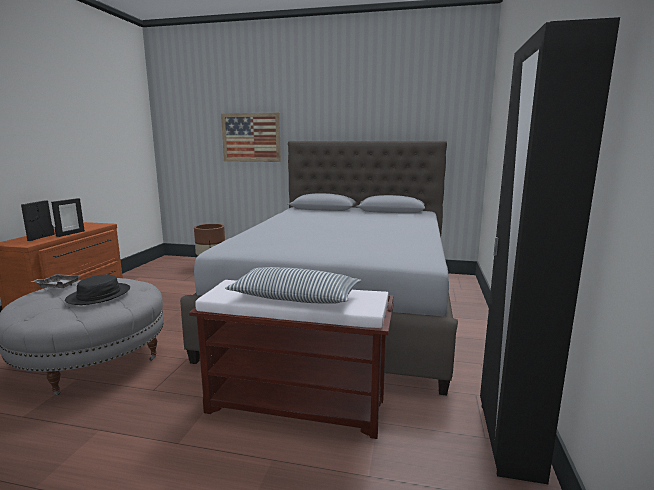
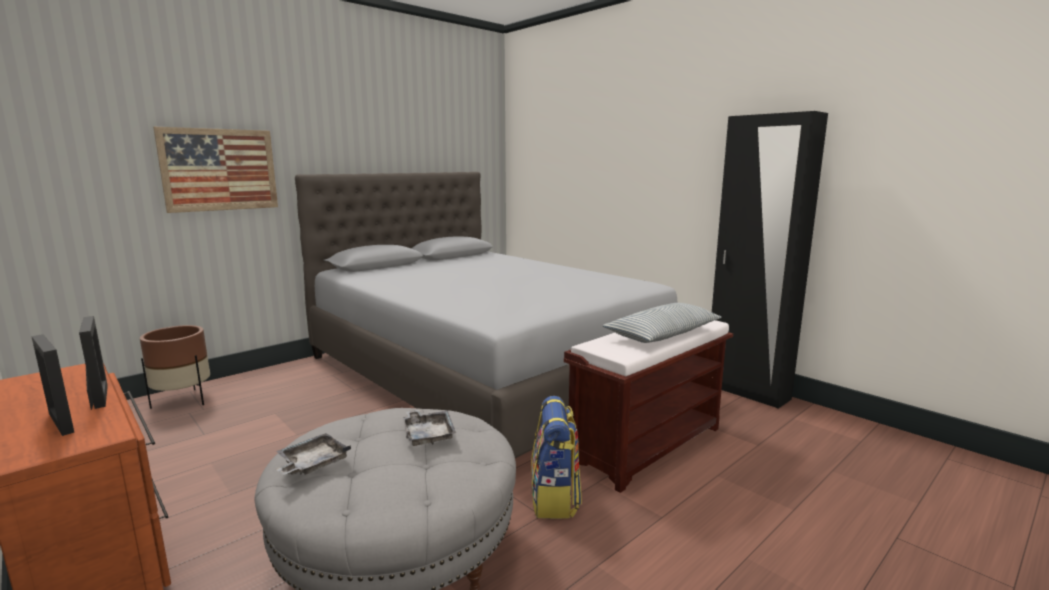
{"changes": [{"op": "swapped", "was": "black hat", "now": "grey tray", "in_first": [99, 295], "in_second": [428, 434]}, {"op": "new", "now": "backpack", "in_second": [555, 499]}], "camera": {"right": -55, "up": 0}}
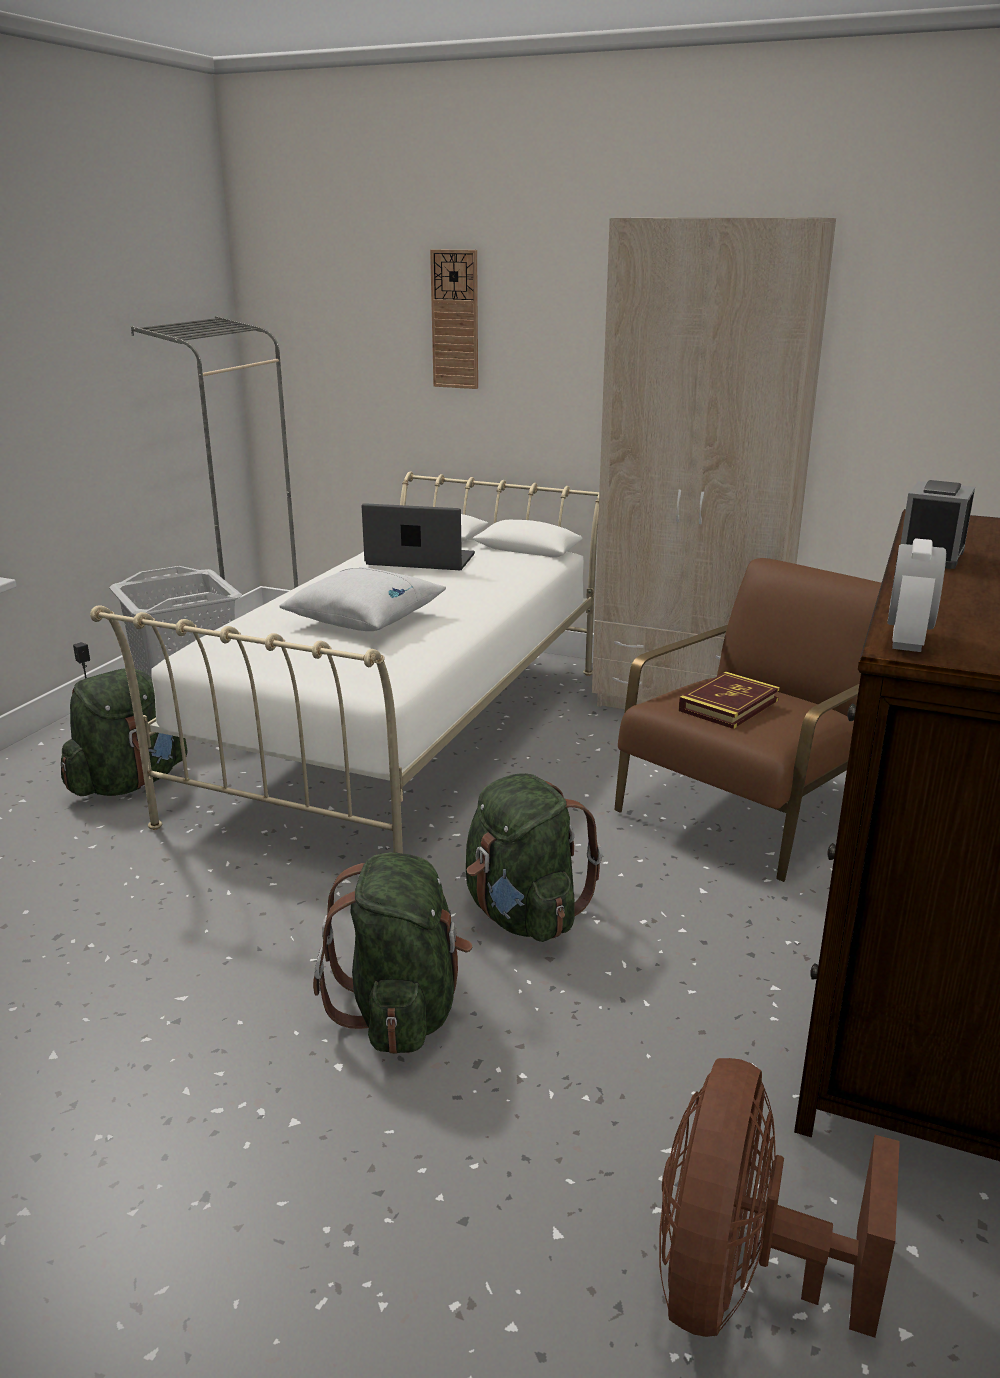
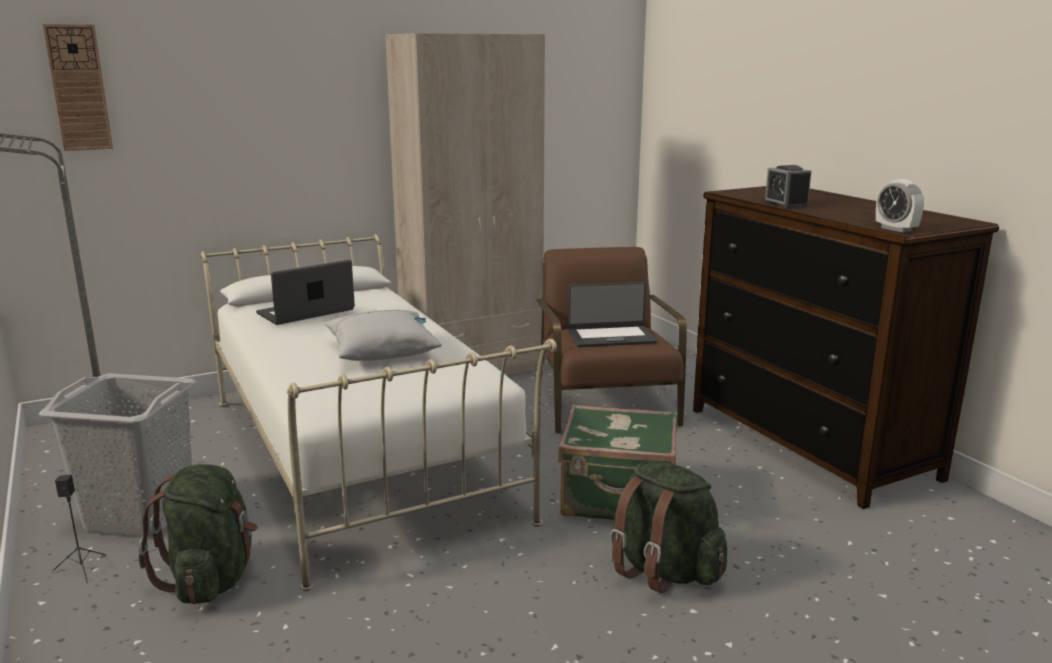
{"changes": [{"op": "shifted", "was": "wall clock", "in_first": [455, 320], "in_second": [79, 88]}, {"op": "swapped", "was": "green backpack", "now": "green suitcase", "in_first": [523, 915], "in_second": [619, 500]}, {"op": "gone", "was": "brown fan", "in_first": [742, 1282]}, {"op": "swapped", "was": "book", "now": "laptop", "in_first": [728, 705], "in_second": [611, 337]}], "camera": {"right": -50, "up": -5}}
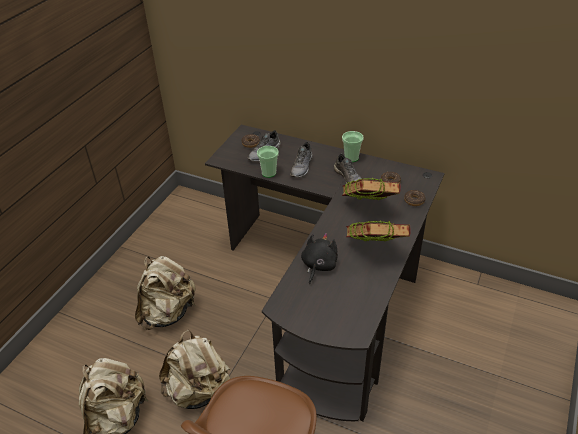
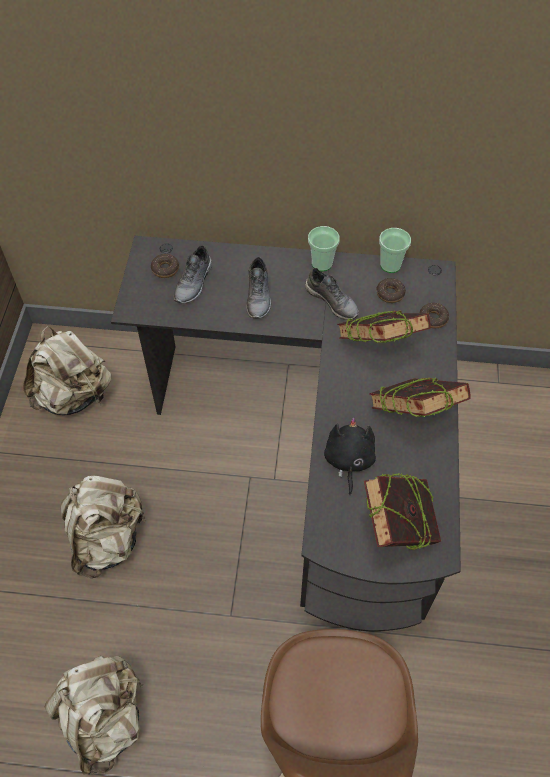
{"changes": [{"op": "shifted", "was": "beige backpack", "in_first": [199, 391], "in_second": [74, 395]}, {"op": "shifted", "was": "cup", "in_first": [269, 173], "in_second": [390, 265]}, {"op": "new", "now": "book", "in_second": [397, 529]}], "camera": {"right": -20, "up": 15}}
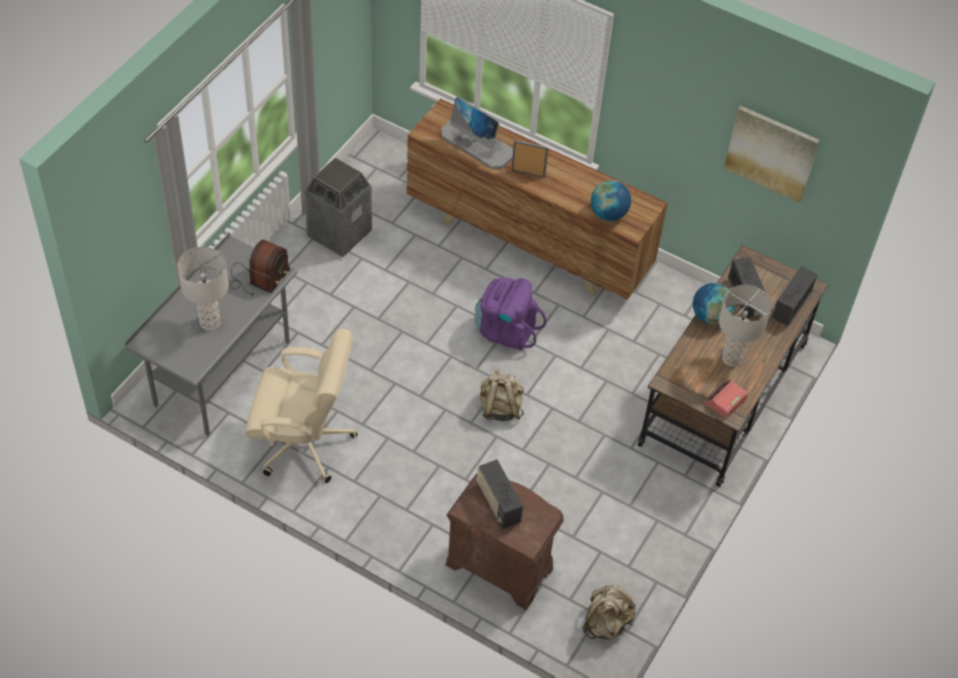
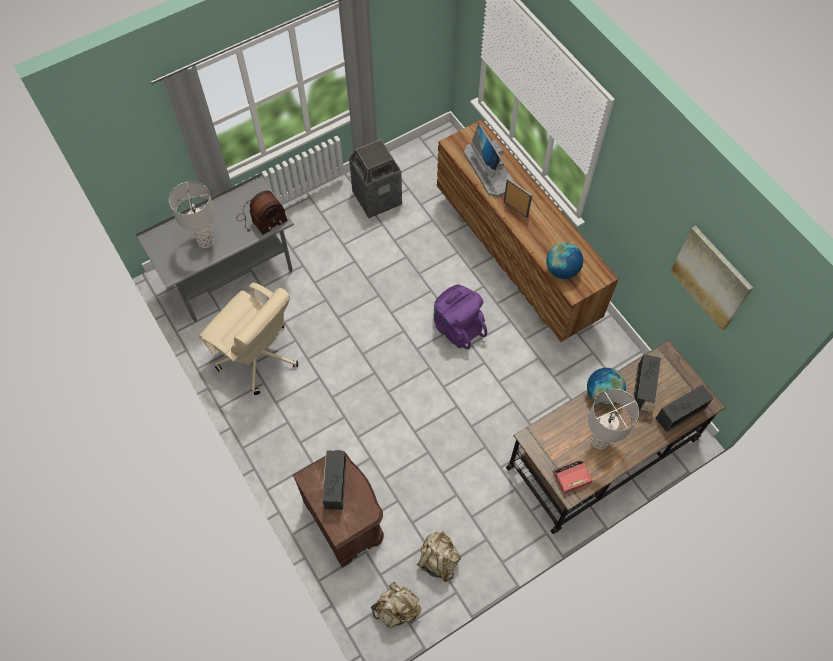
{"changes": [{"op": "shifted", "was": "beige backpack", "in_first": [500, 408], "in_second": [438, 560]}], "camera": {"right": 30, "up": 10}}
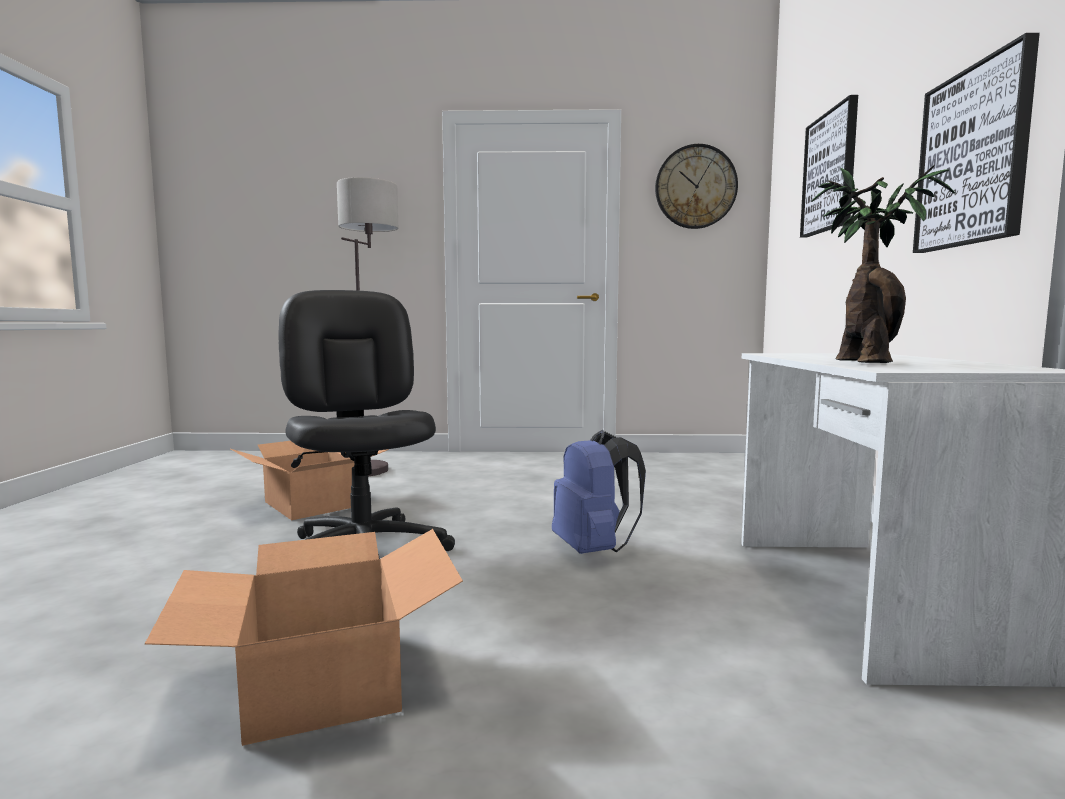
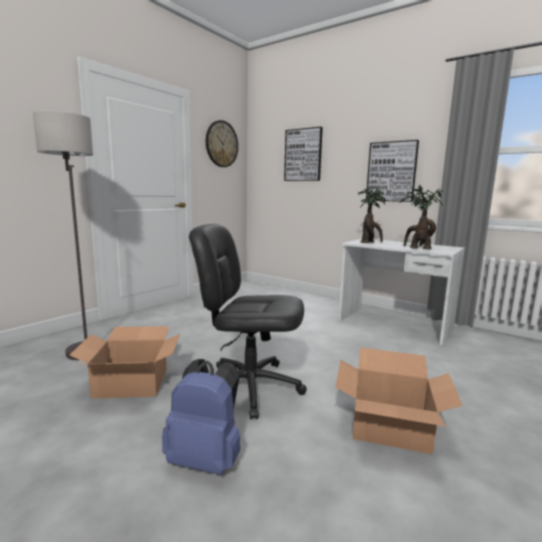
{"changes": [{"op": "shifted", "was": "blue backpack", "in_first": [594, 550], "in_second": [206, 459]}, {"op": "new", "now": "potted plant", "in_second": [369, 242]}], "camera": {"right": -55, "up": 5}}
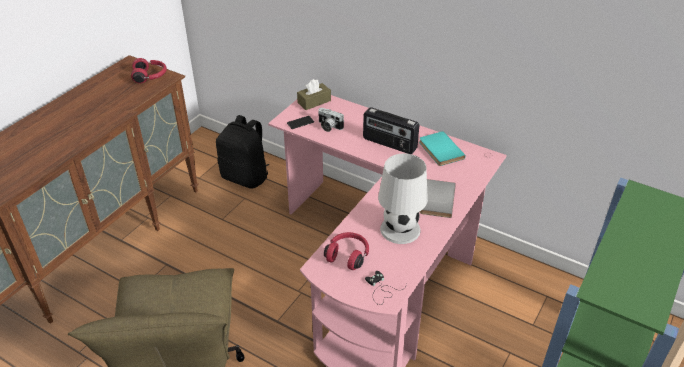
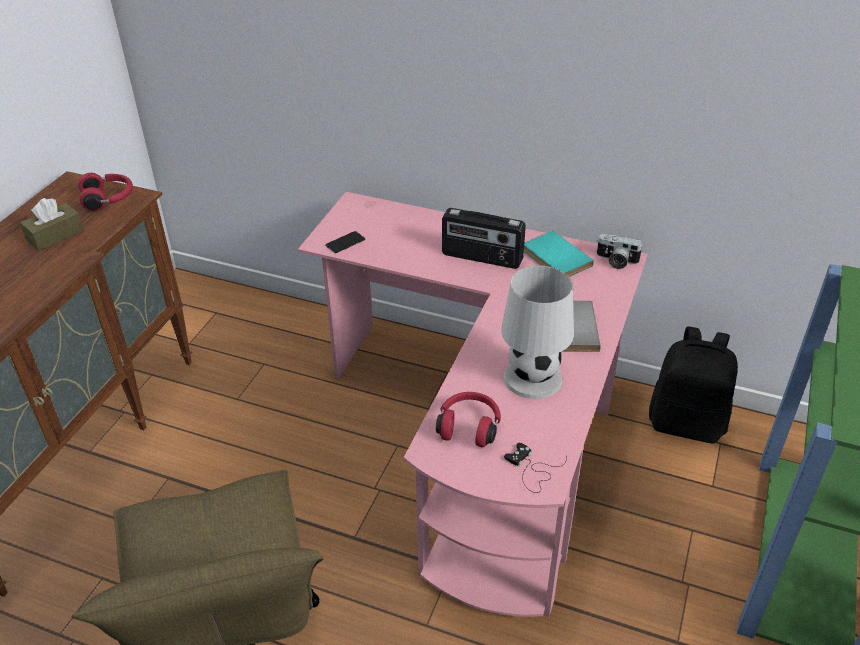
{"changes": [{"op": "shifted", "was": "black backpack", "in_first": [246, 177], "in_second": [687, 423]}, {"op": "shifted", "was": "brown tissue box", "in_first": [314, 102], "in_second": [55, 235]}, {"op": "shifted", "was": "photo camera", "in_first": [329, 126], "in_second": [616, 261]}], "camera": {"right": -10, "up": 0}}
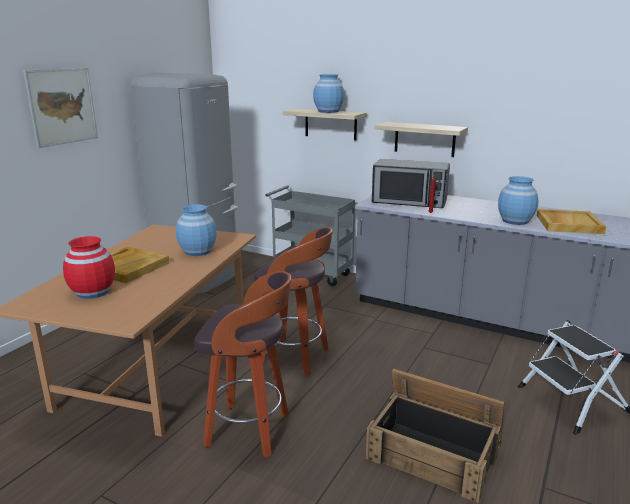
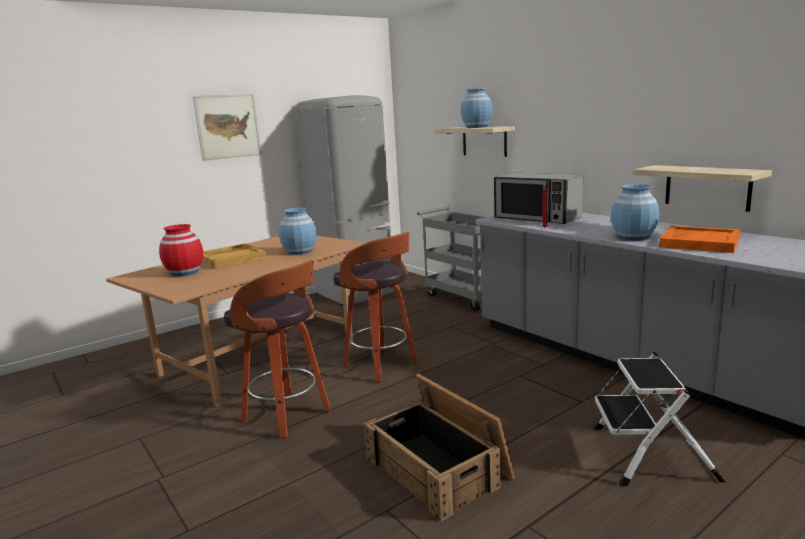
{"changes": [{"op": "shifted", "was": "shelf", "in_first": [424, 139], "in_second": [707, 187]}, {"op": "repainted", "was": "beige tray", "now": "orange tray", "in_first": [568, 224], "in_second": [699, 242]}], "camera": {"right": 25, "up": -5}}
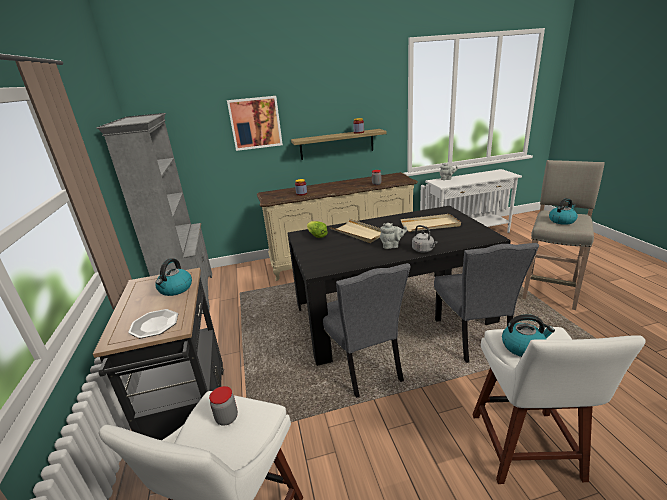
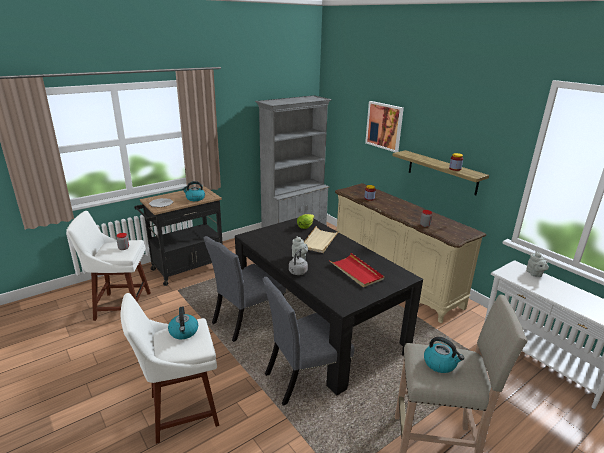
{"changes": [{"op": "repainted", "was": "beige tray", "now": "red tray", "in_first": [430, 225], "in_second": [356, 272]}], "camera": {"right": 65, "up": 0}}
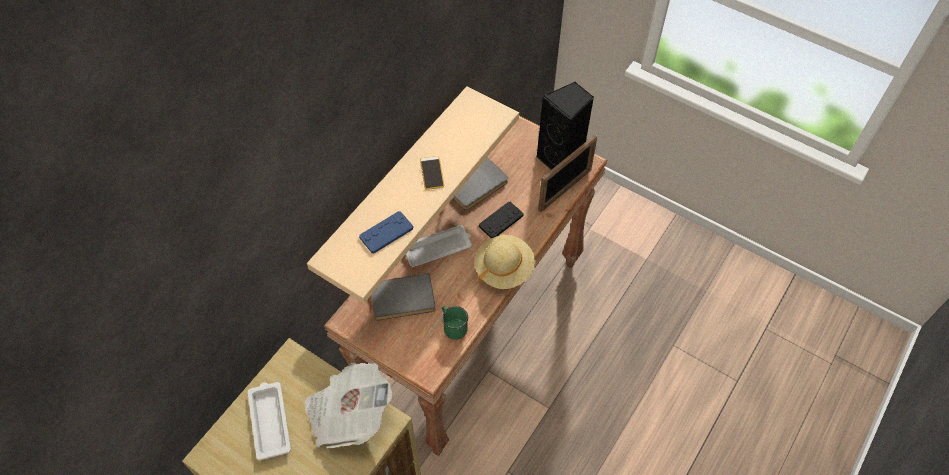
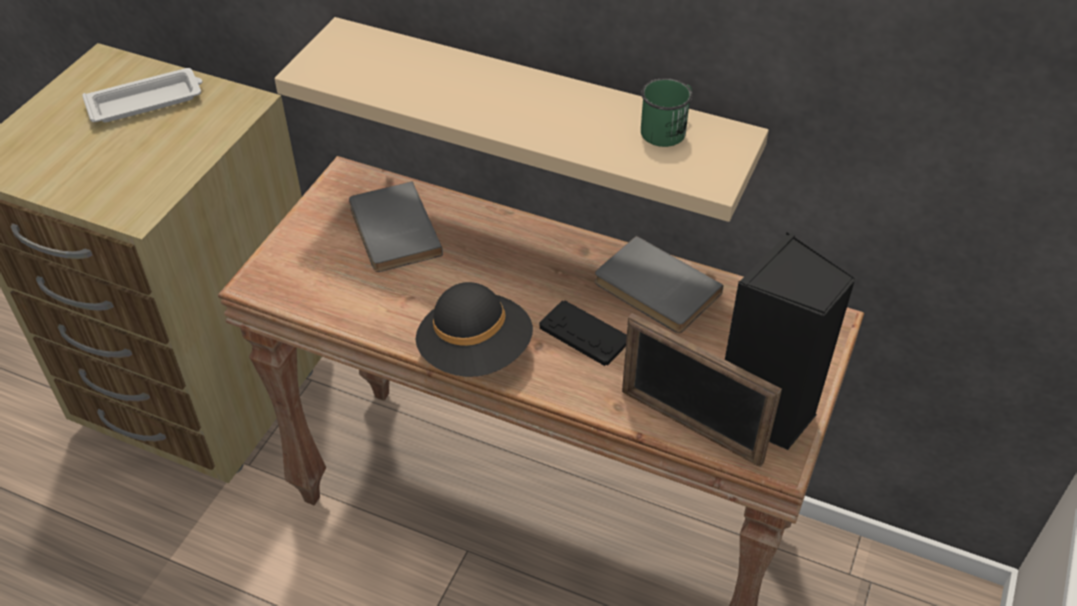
{"changes": [{"op": "gone", "was": "newspaper", "in_first": [348, 414]}, {"op": "gone", "was": "blue game controller", "in_first": [386, 233]}, {"op": "gone", "was": "white tray", "in_first": [438, 248]}, {"op": "gone", "was": "phone", "in_first": [432, 173]}, {"op": "shifted", "was": "green mug", "in_first": [453, 326], "in_second": [667, 129]}, {"op": "repainted", "was": "beige hat", "now": "black hat", "in_first": [504, 269], "in_second": [475, 352]}], "camera": {"right": 80, "up": -10}}
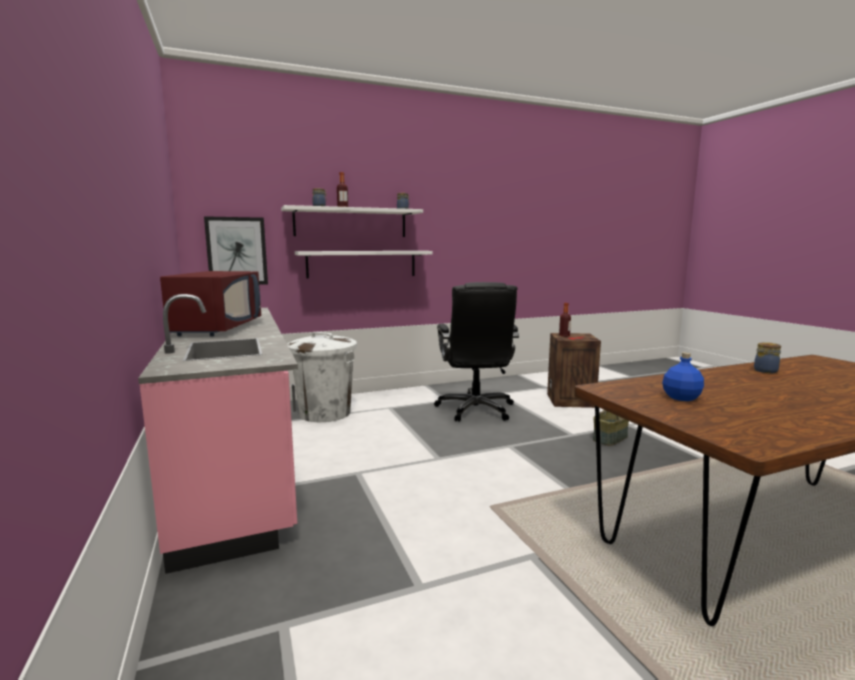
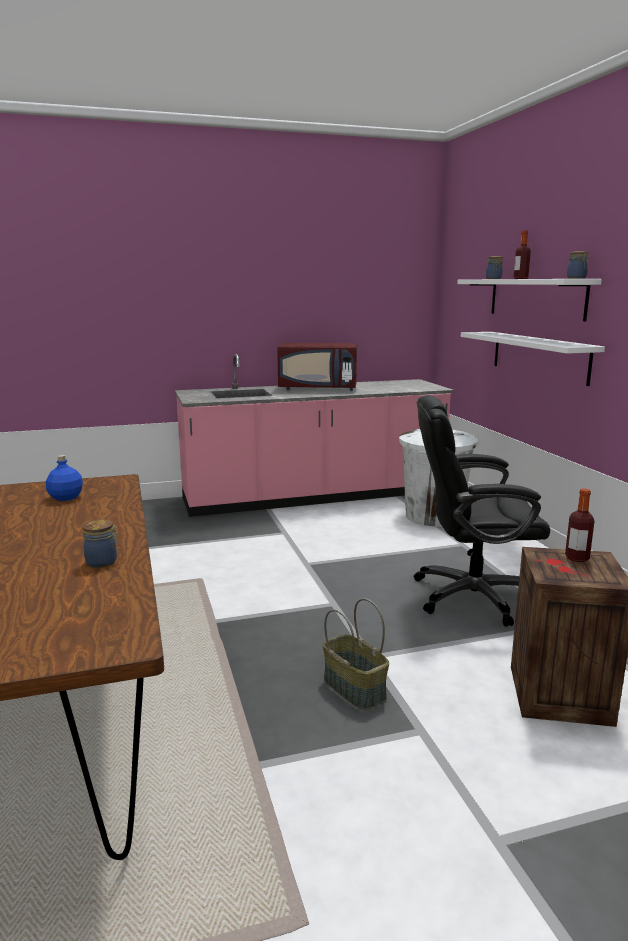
{"changes": [{"op": "gone", "was": "picture", "in_first": [237, 251]}], "camera": {"right": 95, "up": 5}}
